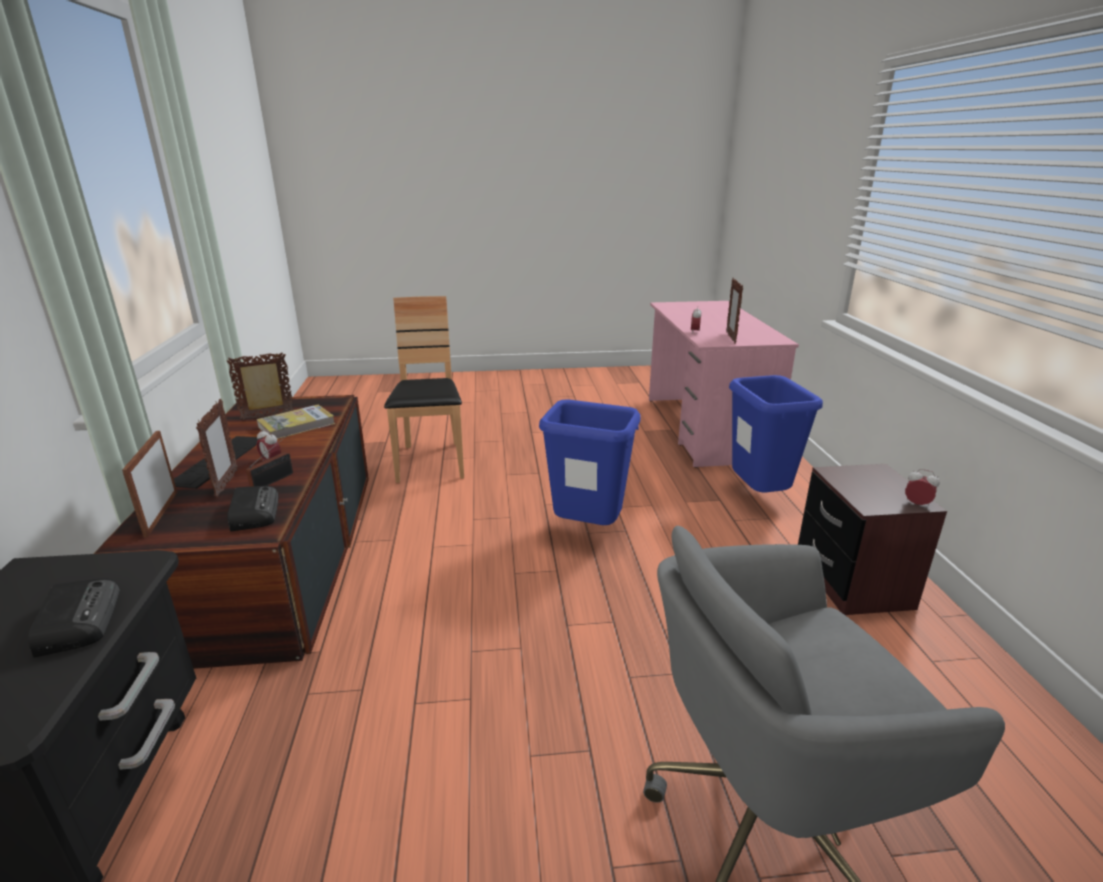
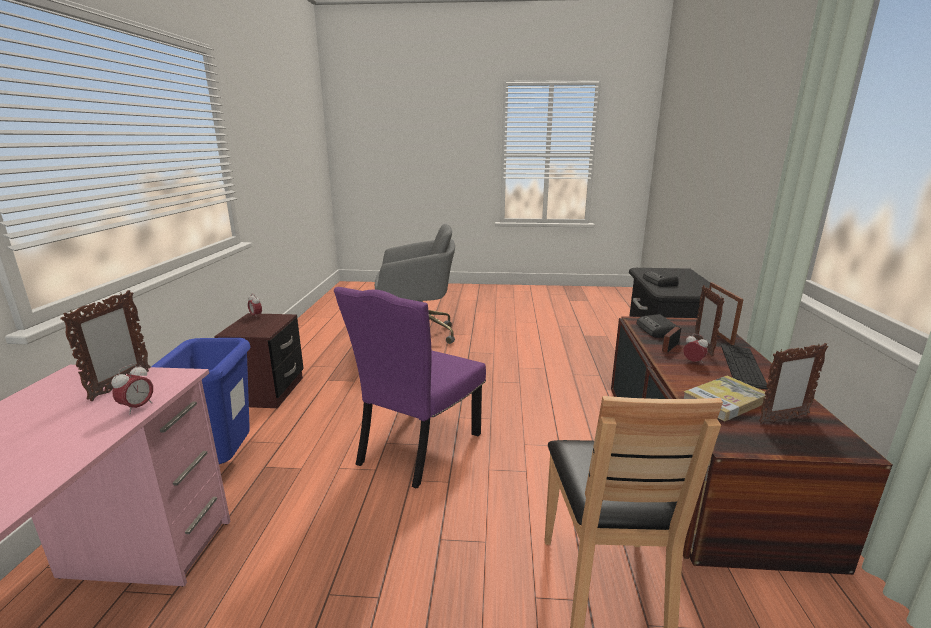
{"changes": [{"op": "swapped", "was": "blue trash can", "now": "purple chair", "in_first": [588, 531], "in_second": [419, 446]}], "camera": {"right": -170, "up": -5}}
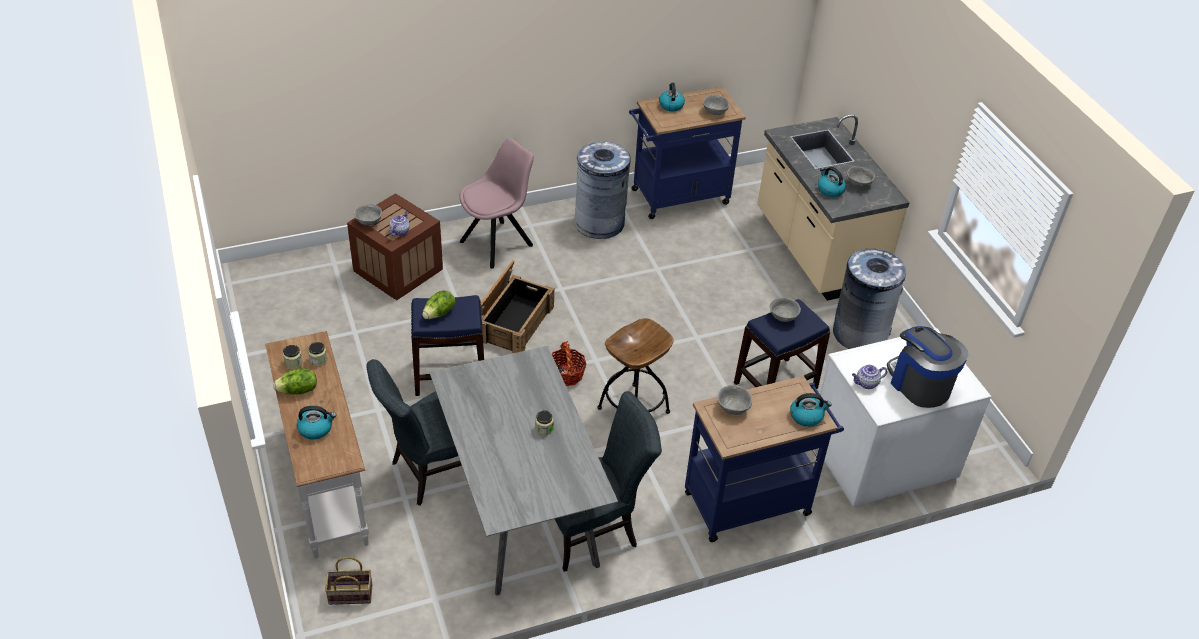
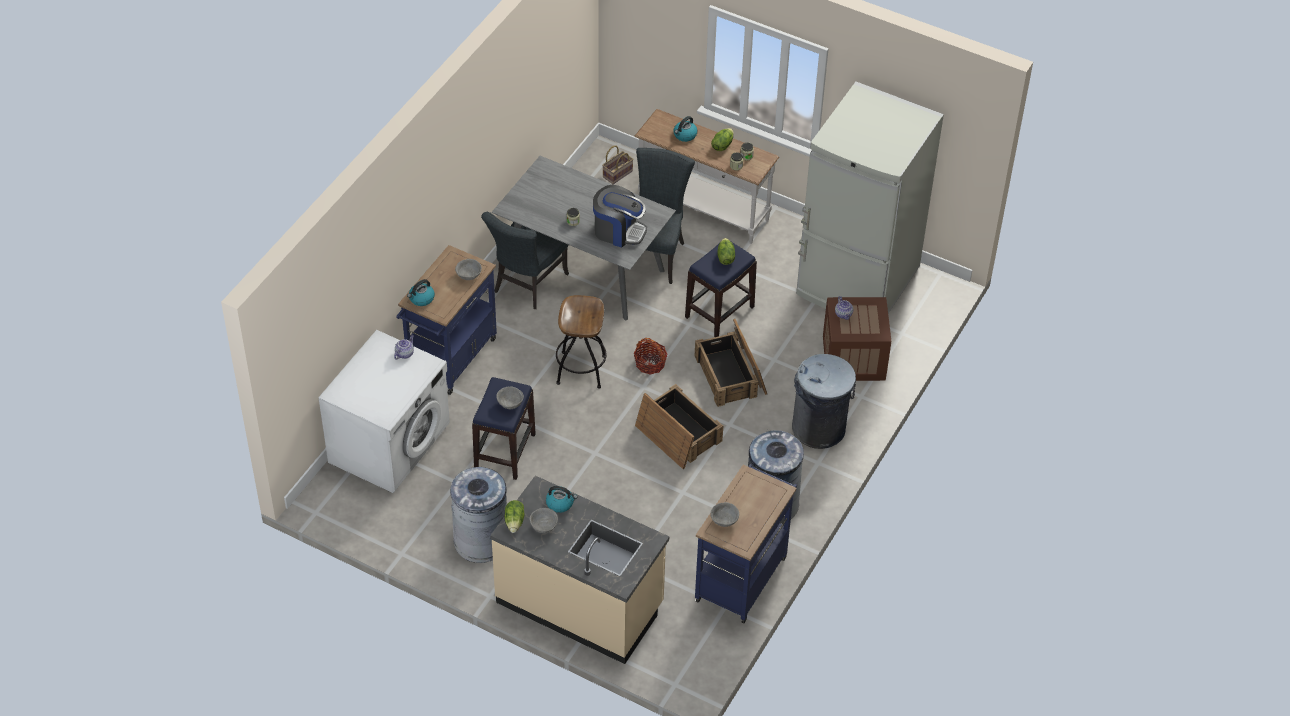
{"changes": [{"op": "gone", "was": "grey bowl", "in_first": [368, 222]}, {"op": "swapped", "was": "pink chair", "now": "grey trash can", "in_first": [497, 244], "in_second": [819, 428]}, {"op": "gone", "was": "kettle", "in_first": [671, 105]}, {"op": "shifted", "was": "coffee machine", "in_first": [919, 384], "in_second": [618, 231]}, {"op": "new", "now": "lettuce", "in_second": [515, 522]}, {"op": "new", "now": "crate", "in_second": [677, 434]}, {"op": "new", "now": "white fridge", "in_second": [857, 280]}], "camera": {"right": 140, "up": 5}}
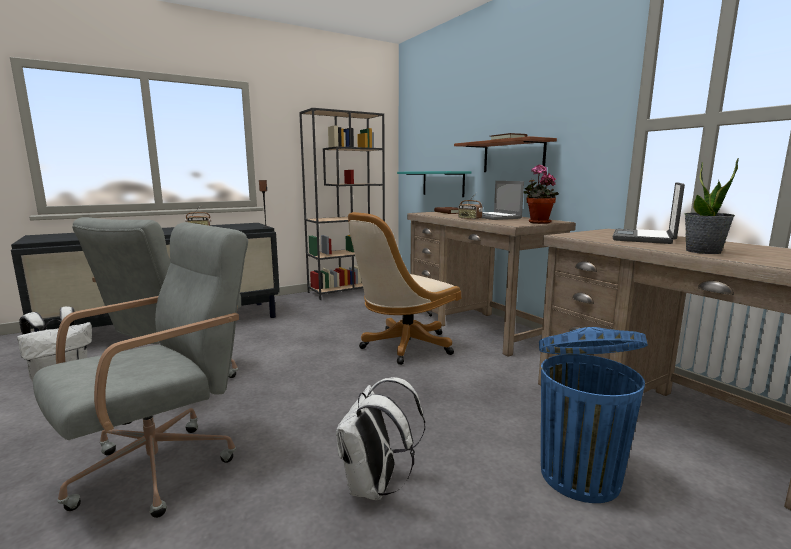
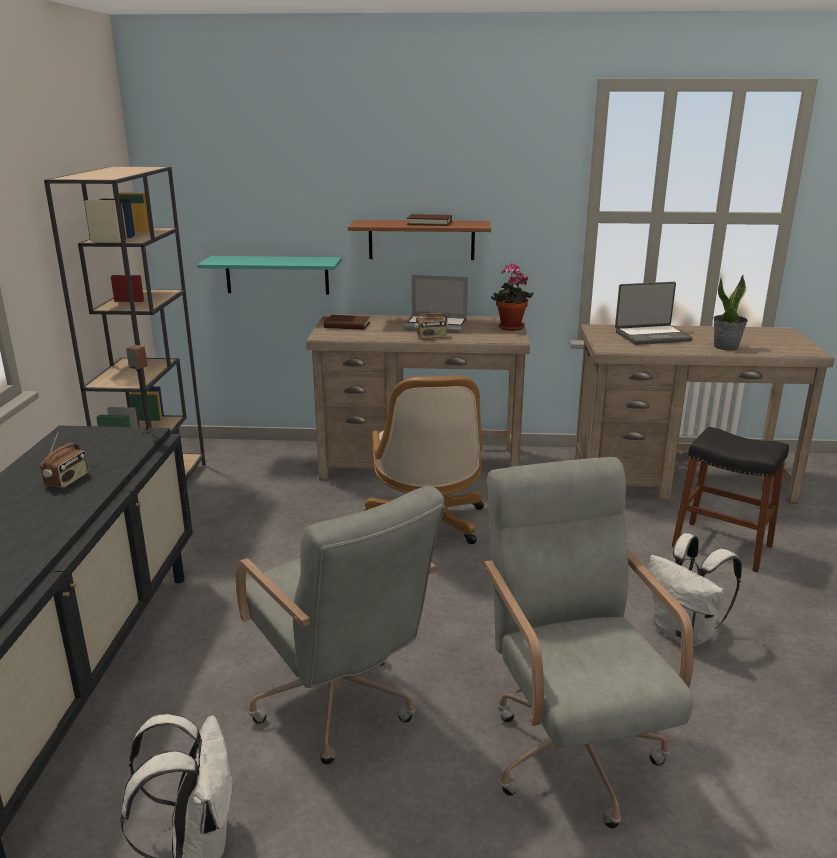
{"changes": [{"op": "swapped", "was": "blue trash can", "now": "black stool", "in_first": [578, 474], "in_second": [722, 546]}, {"op": "rotated", "was": "laptop", "in_first": [644, 238], "in_second": [652, 336], "clockwise": -75}], "camera": {"right": -55, "up": 10}}
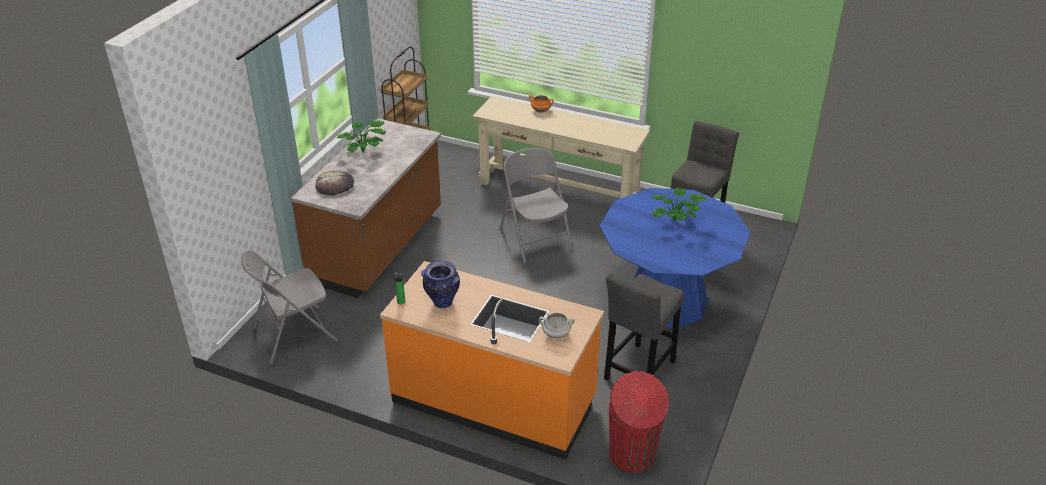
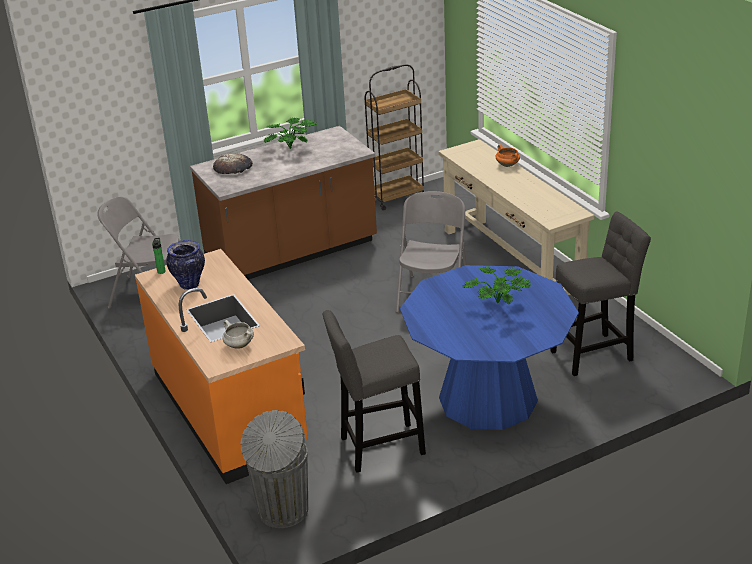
{"changes": [{"op": "repainted", "was": "red trash can", "now": "grey trash can", "in_first": [632, 456], "in_second": [282, 511]}], "camera": {"right": 40, "up": -5}}
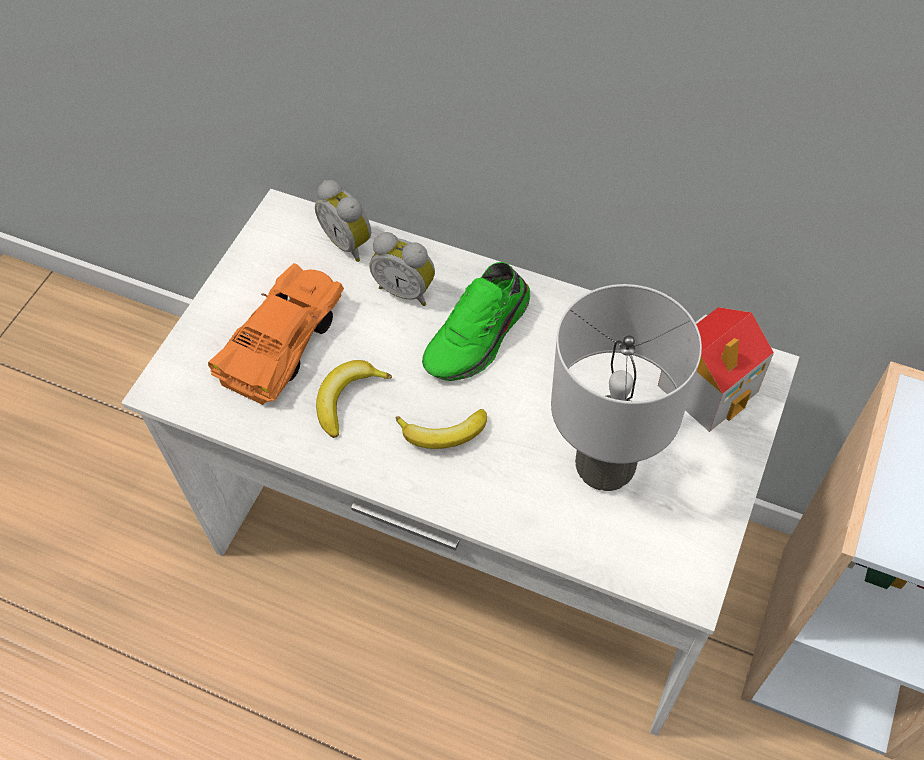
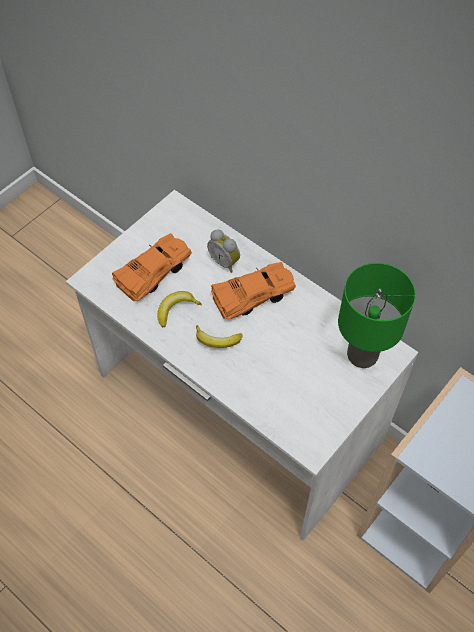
{"changes": [{"op": "gone", "was": "alarm clock", "in_first": [350, 242]}, {"op": "swapped", "was": "green shoe", "now": "orange toy car", "in_first": [480, 336], "in_second": [254, 296]}, {"op": "gone", "was": "white table lamp", "in_first": [608, 469]}, {"op": "swapped", "was": "toy house", "now": "green table lamp", "in_first": [708, 388], "in_second": [362, 355]}], "camera": {"right": 15, "up": 0}}
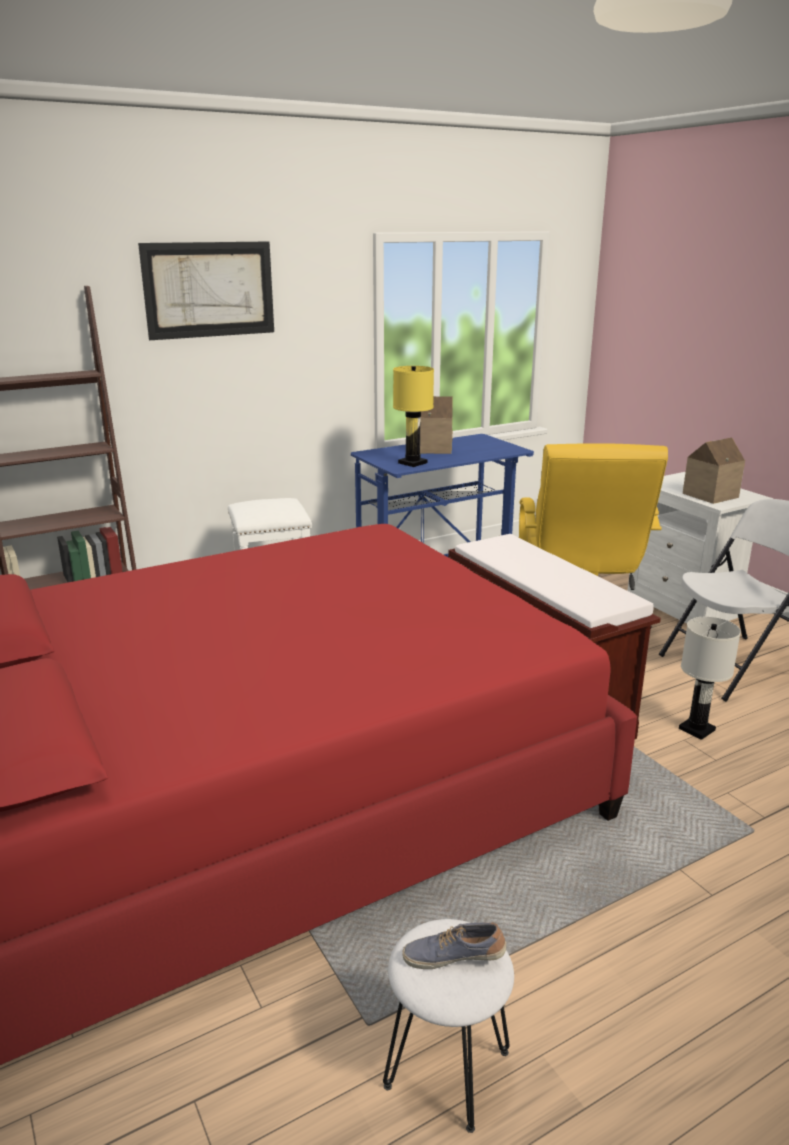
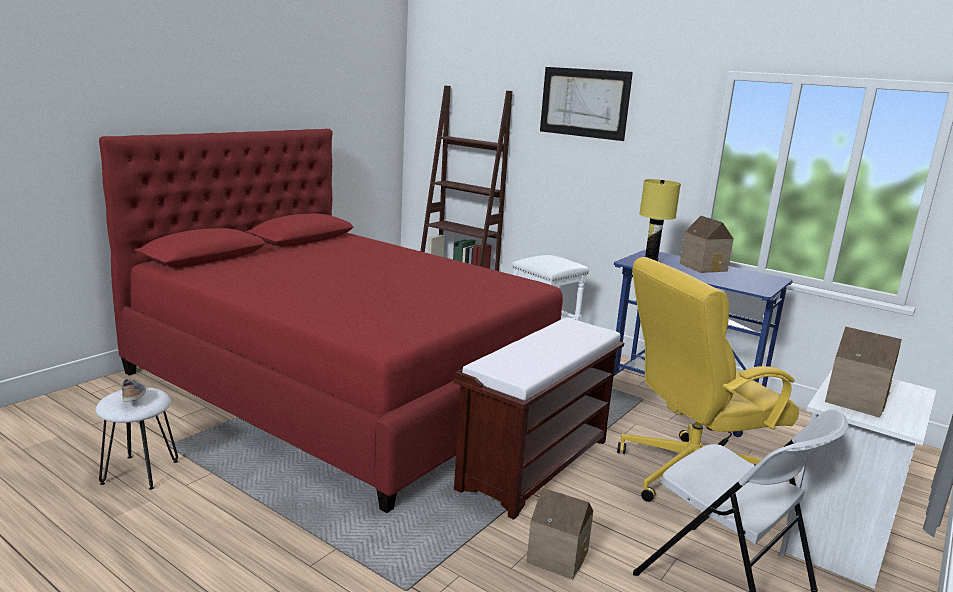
{"changes": [{"op": "swapped", "was": "white table lamp", "now": "toy house", "in_first": [696, 729], "in_second": [558, 554]}], "camera": {"right": 65, "up": -5}}
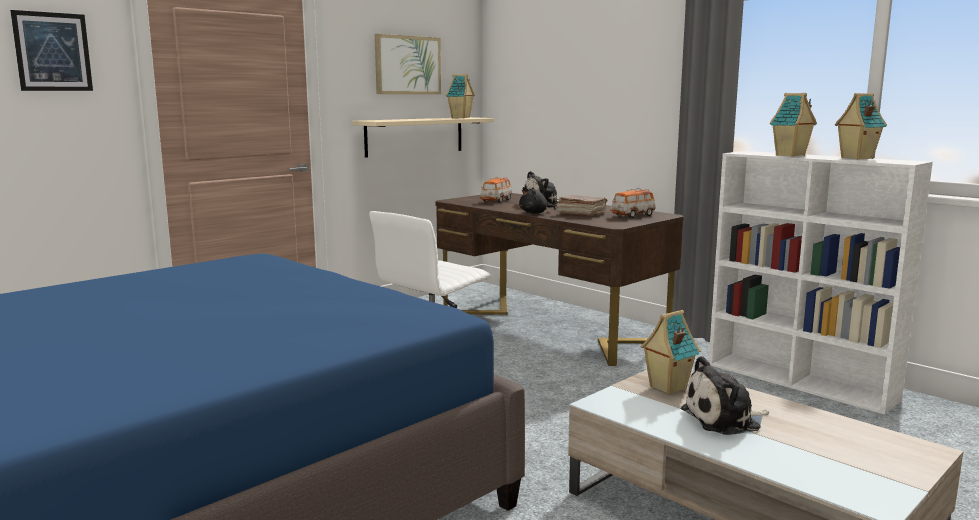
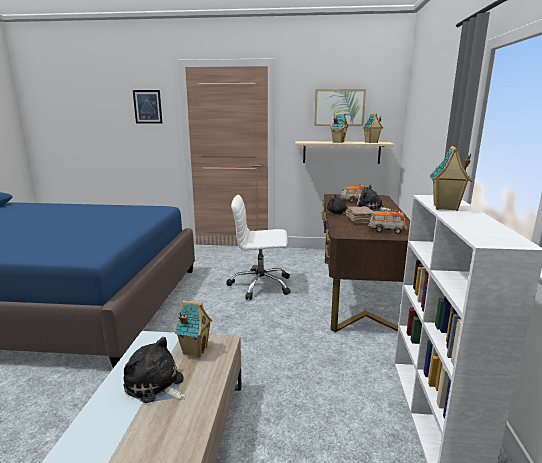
{"changes": [{"op": "shifted", "was": "toy house", "in_first": [856, 158], "in_second": [338, 142]}], "camera": {"right": 50, "up": 5}}
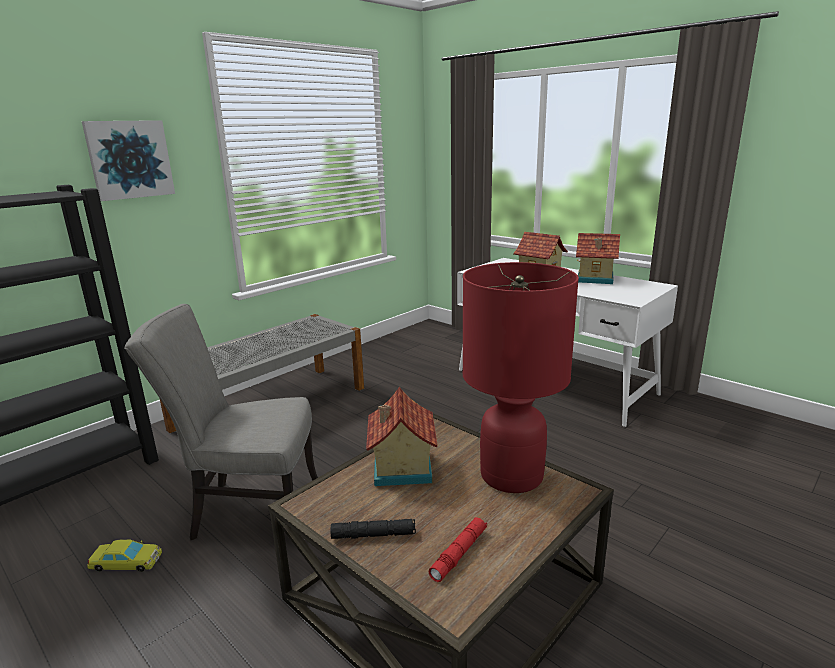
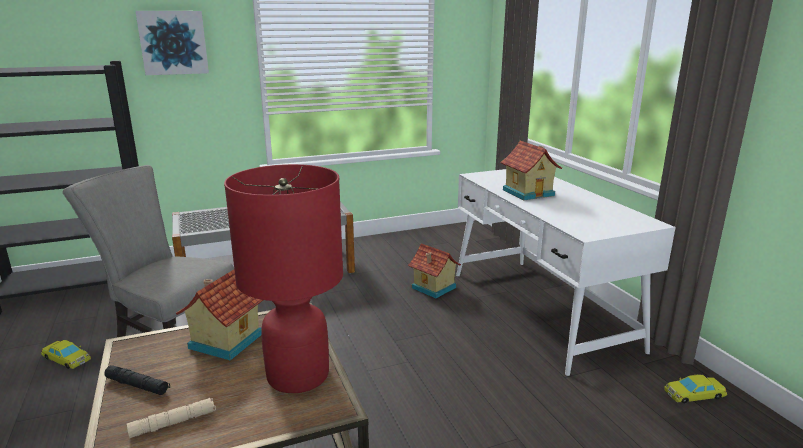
{"changes": [{"op": "repainted", "was": "red flashlight", "now": "beige flashlight", "in_first": [459, 553], "in_second": [173, 423]}, {"op": "shifted", "was": "toy house", "in_first": [595, 279], "in_second": [433, 288]}, {"op": "new", "now": "yellow toy car", "in_second": [694, 394]}], "camera": {"right": 25, "up": 0}}
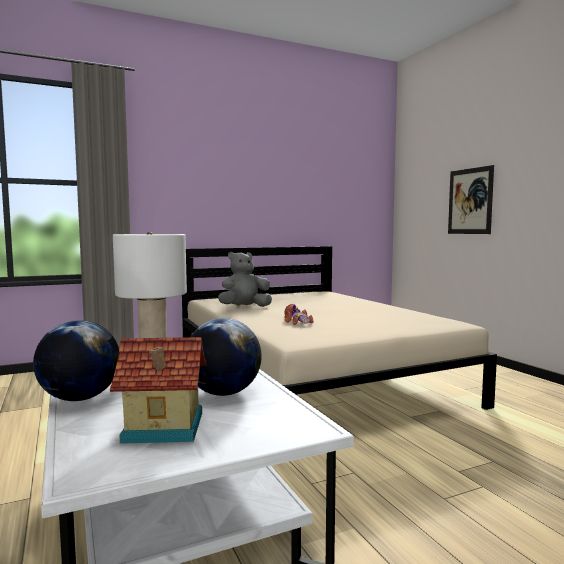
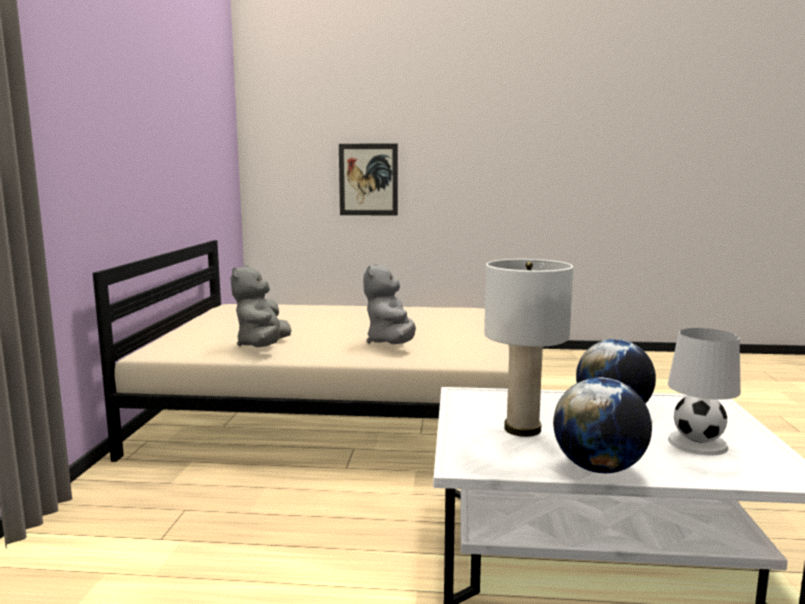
{"changes": [{"op": "swapped", "was": "toy house", "now": "white table lamp", "in_first": [164, 428], "in_second": [698, 443]}, {"op": "swapped", "was": "toy car", "now": "grey plush toy", "in_first": [297, 322], "in_second": [392, 343]}], "camera": {"right": -60, "up": 5}}
